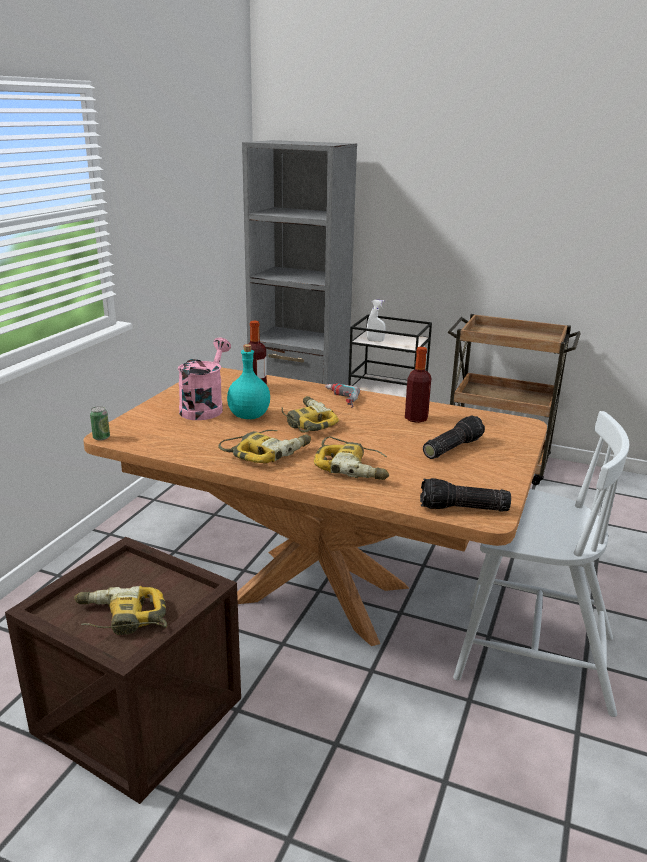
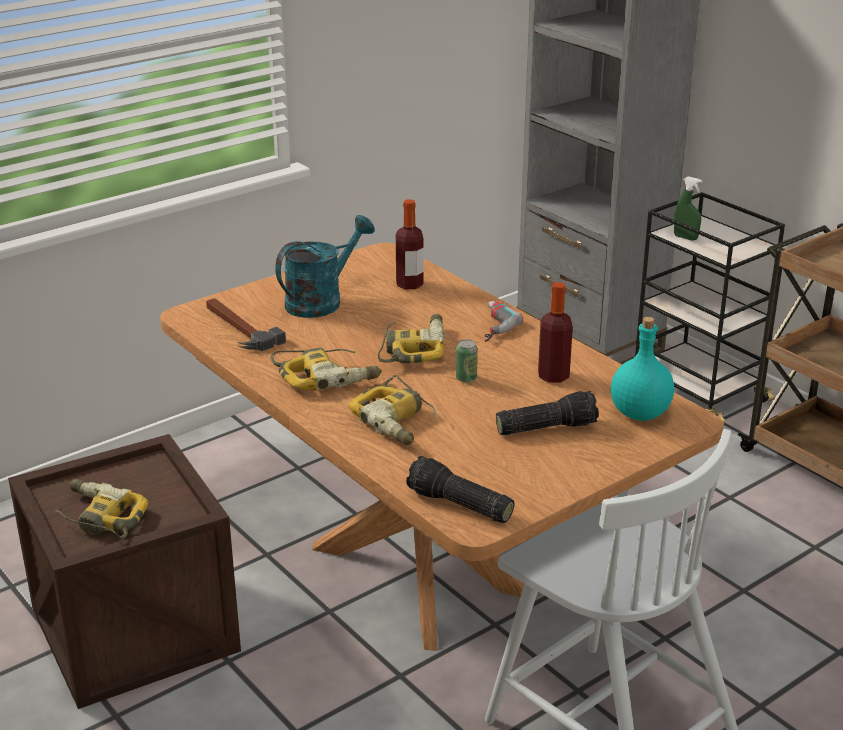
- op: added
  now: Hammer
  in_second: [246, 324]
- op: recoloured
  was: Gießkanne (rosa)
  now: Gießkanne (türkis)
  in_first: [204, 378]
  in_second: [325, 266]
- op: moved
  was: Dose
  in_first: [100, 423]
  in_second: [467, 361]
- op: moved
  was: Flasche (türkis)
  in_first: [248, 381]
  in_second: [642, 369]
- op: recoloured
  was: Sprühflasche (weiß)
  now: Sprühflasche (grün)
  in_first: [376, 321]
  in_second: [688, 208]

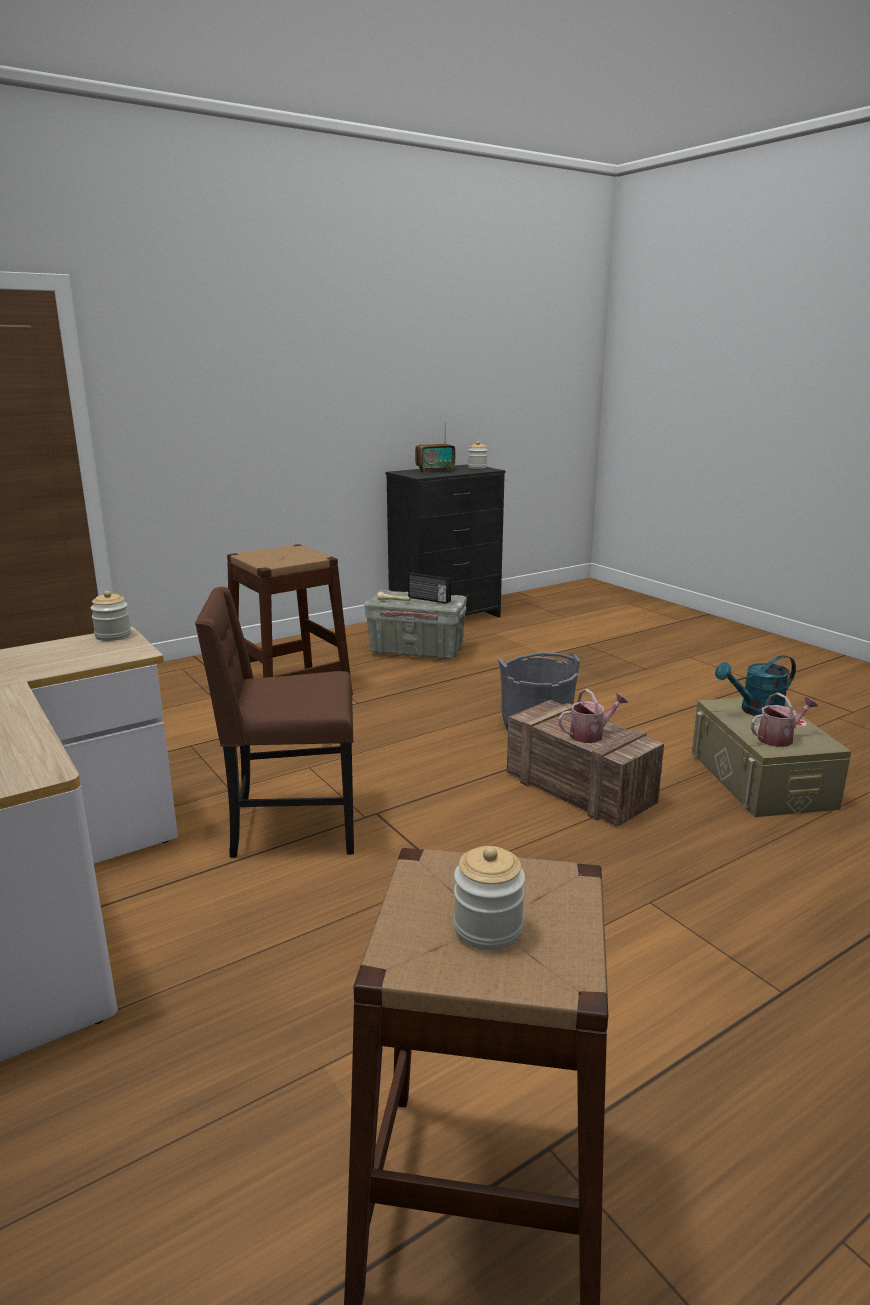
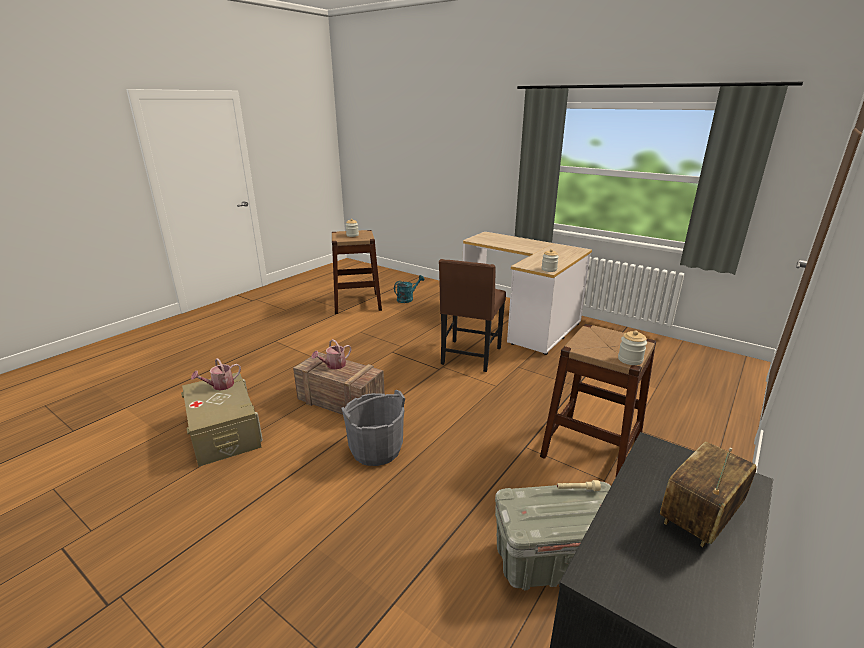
- op: moved
  was: Gießkanne (türkis)
  in_first: [755, 685]
  in_second: [409, 289]
- op: turned
  was: Stuhl (braun)
  in_first: [274, 722]
  in_second: [472, 315]
  clockwise: 135
- op: moved
  was: Vorratsglas
  in_first: [477, 455]
  in_second: [632, 347]
- op: removed
  was: Radio
  in_first: [429, 588]

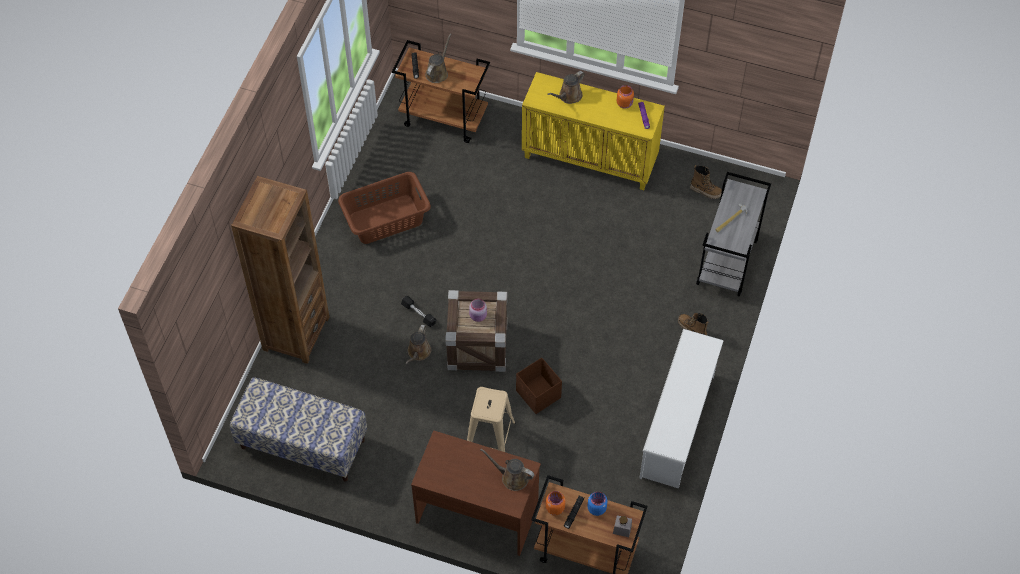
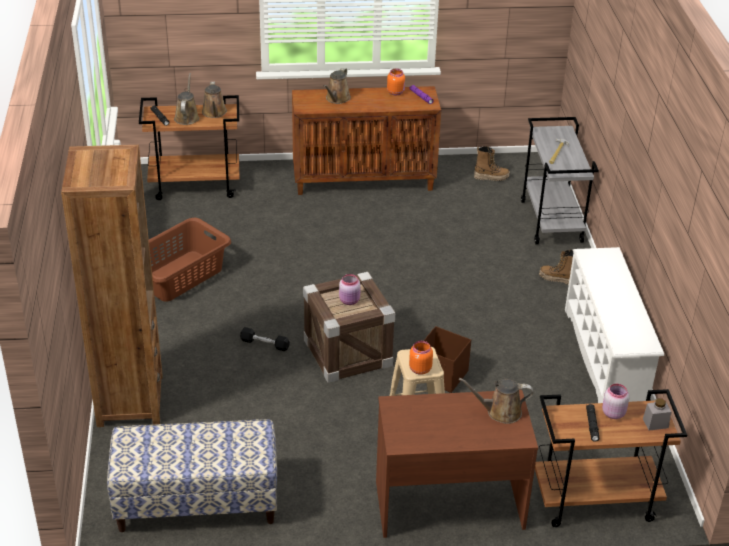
- op: moved
  was: Gießkanne (braun)
  in_first: [418, 344]
  in_second: [214, 99]
- op: recoloured
  was: Schrank (gelb)
  now: Schrank (braun)
  in_first: [593, 131]
  in_second: [366, 140]
- op: moved
  was: Vorratsglas (orange)
  in_first: [555, 503]
  in_second: [421, 358]
- op: recoloured
  was: Vorratsglas (blau)
  now: Vorratsglas (rosa)
  in_first: [597, 504]
  in_second: [615, 401]

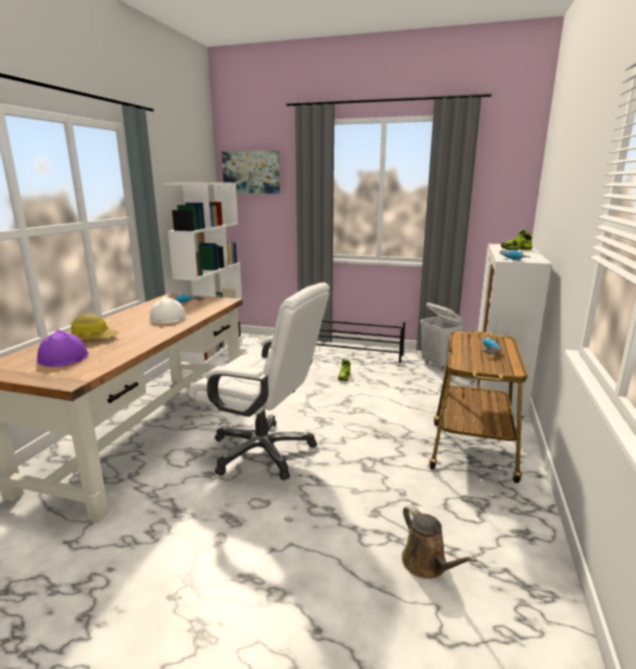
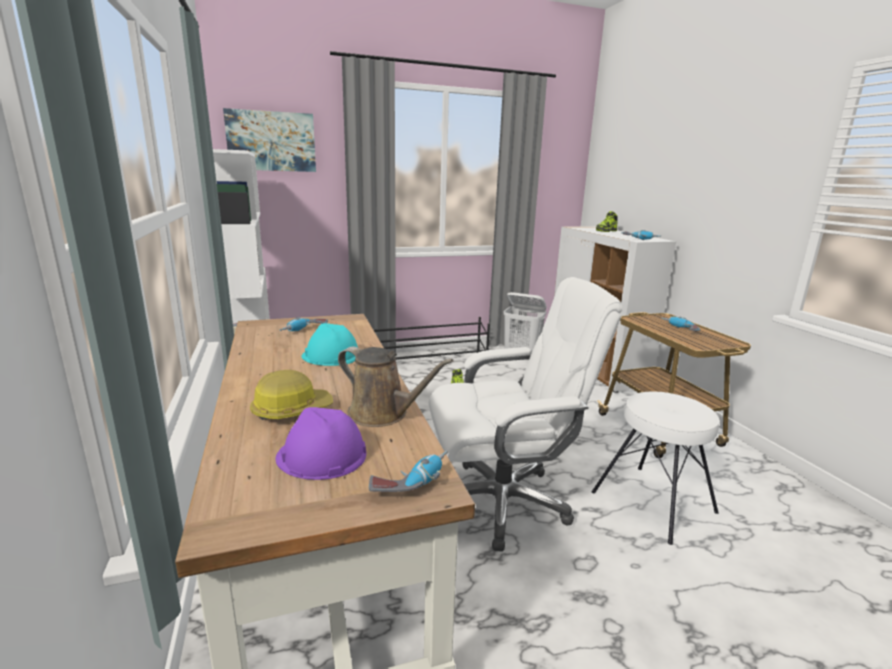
- op: recoloured
  was: Schutzhelm (weiß)
  now: Schutzhelm (türkis)
  in_first: [168, 310]
  in_second: [329, 344]
- op: moved
  was: Gießkanne (braun)
  in_first: [439, 542]
  in_second: [396, 386]
- op: added
  now: Bohrmaschine
  in_second: [408, 471]
- op: added
  now: Hocker (weiß)
  in_second: [656, 468]

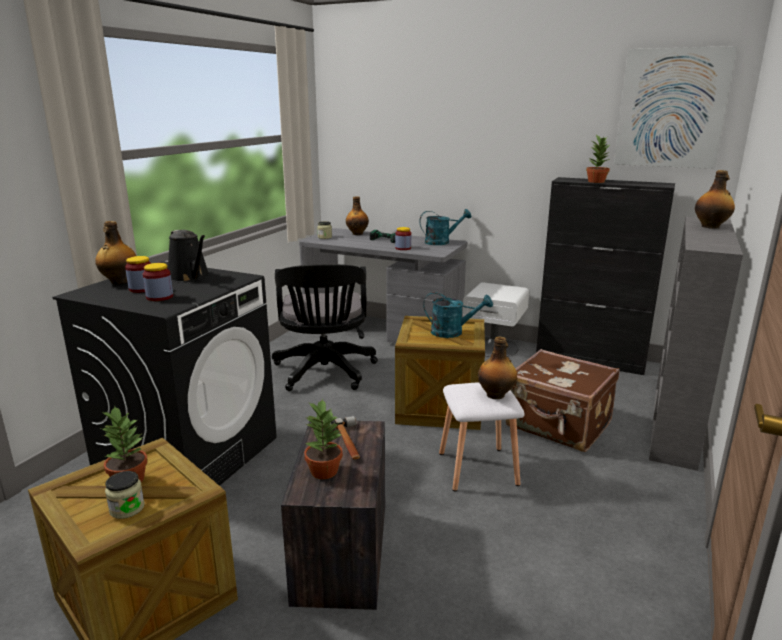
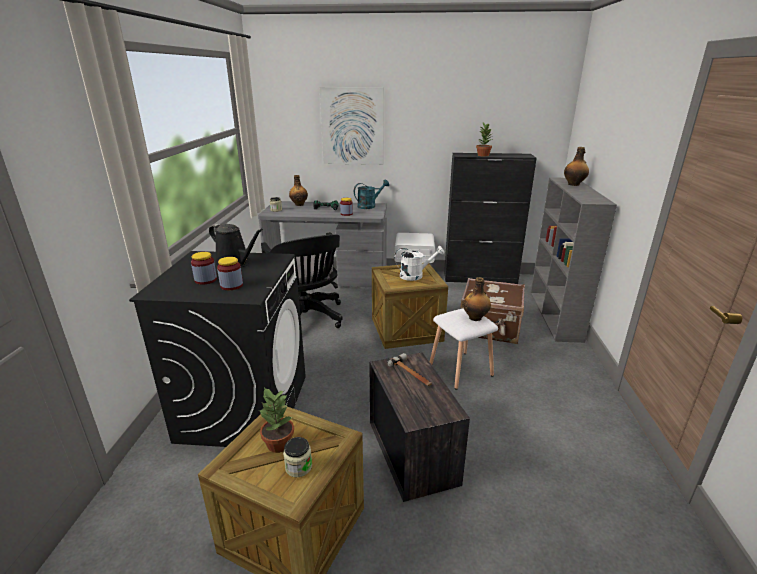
- op: moved
  was: Bild
  in_first: [675, 107]
  in_second: [352, 126]
- op: recoloured
  was: Gießkanne (türkis)
  now: Gießkanne (weiß)
  in_first: [458, 315]
  in_second: [419, 263]
- op: removed
  was: Flasche
  in_first: [115, 252]
- op: removed
  was: Topfpflanze
  in_first: [323, 438]

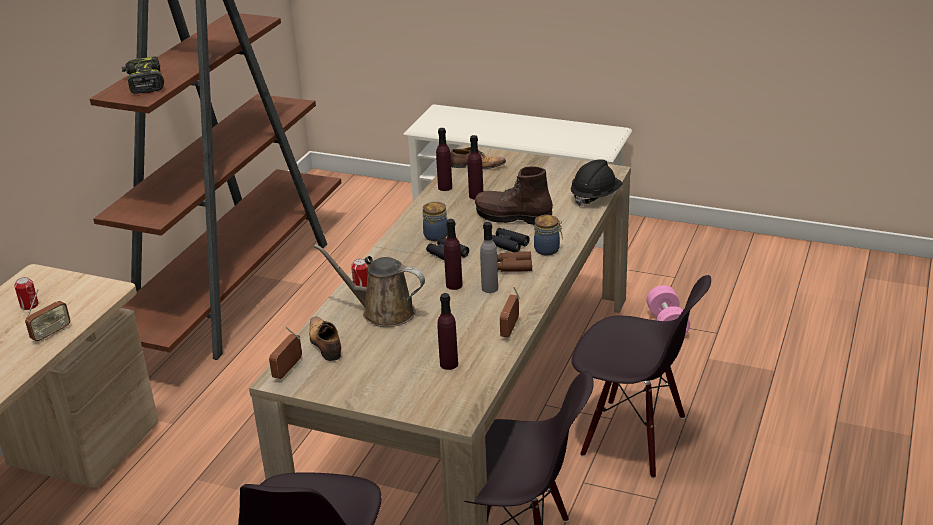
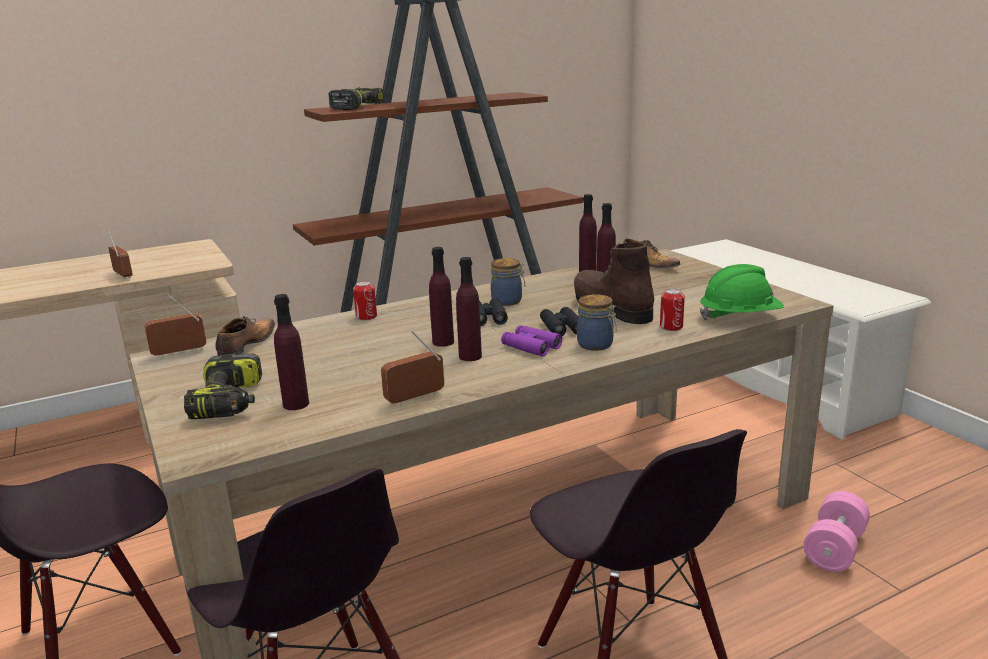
- op: turned
  was: Radio
  in_first: [48, 315]
  in_second: [120, 254]
  clockwise: -120
- op: added
  now: Bohrmaschine
  in_second: [223, 386]
- op: recoloured
  was: Flasche (grau)
  now: Flasche (lila)
  in_first: [489, 257]
  in_second: [469, 309]
- op: recoloured
  was: Fernglas (braun)
  now: Fernglas (lila)
  in_first: [514, 261]
  in_second: [531, 341]
- op: moved
  was: Dose
  in_first: [26, 293]
  in_second: [672, 310]
- op: recoloured
  was: Schutzhelm (schwarz)
  now: Schutzhelm (grün)
  in_first: [597, 182]
  in_second: [742, 292]
- op: removed
  was: Gießkanne (braun)
  in_first: [369, 285]

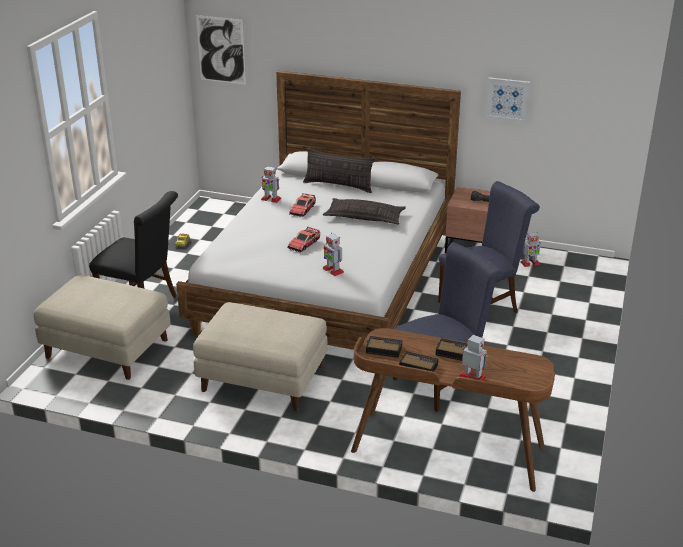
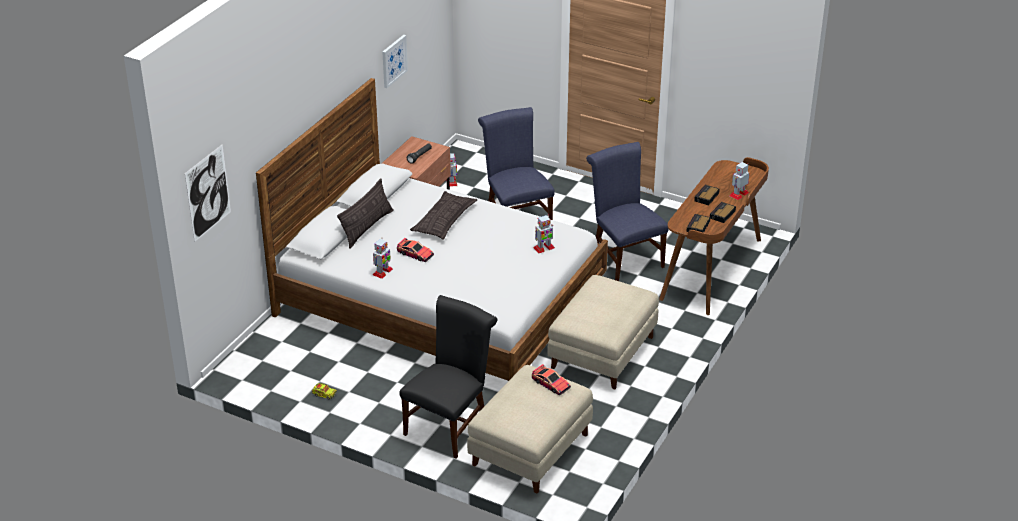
- op: moved
  was: Spielzeugauto
  in_first: [303, 239]
  in_second: [551, 379]

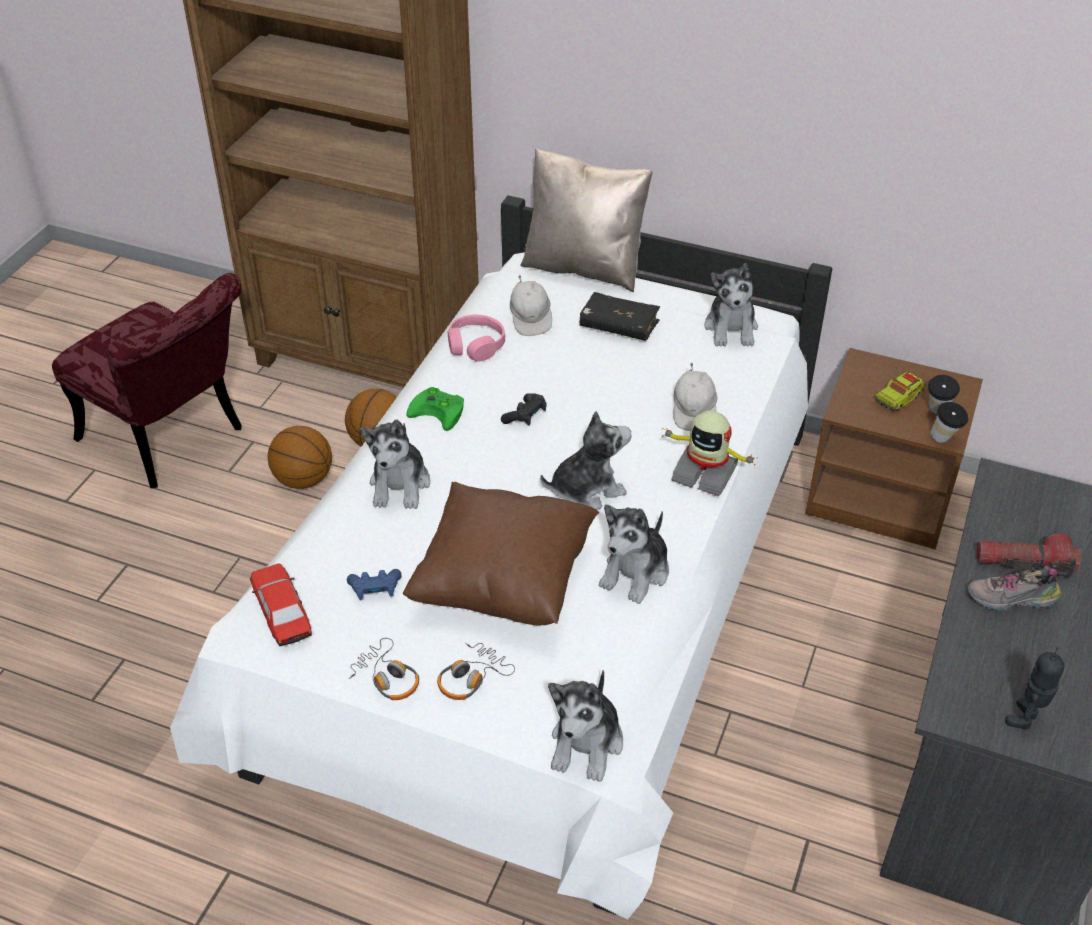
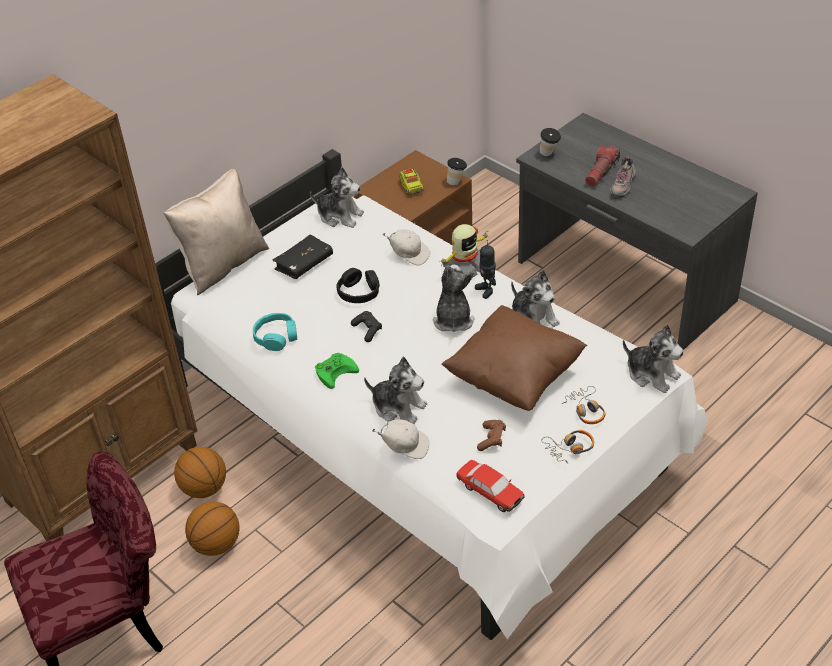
- op: recoloured
  was: Kopfhörer (rosa)
  now: Kopfhörer (türkis)
  in_first: [476, 338]
  in_second: [275, 332]
- op: added
  now: Kopfhörer (schwarz)
  in_second: [358, 285]
- op: moved
  was: Kappe (weiß)
  in_first: [531, 306]
  in_second: [400, 439]
- op: turned
  was: Spielzeugauto
  in_first: [281, 604]
  in_second: [490, 486]
  clockwise: -135
- op: moved
  was: Spielzeugroboter
  in_first: [1034, 688]
  in_second: [485, 269]
- op: recoloured
  was: Gamepad (blau)
  now: Gamepad (braun)
  in_first: [374, 584]
  in_second: [491, 435]
- op: moved
  was: Tasse
  in_first: [944, 394]
  in_second: [550, 142]

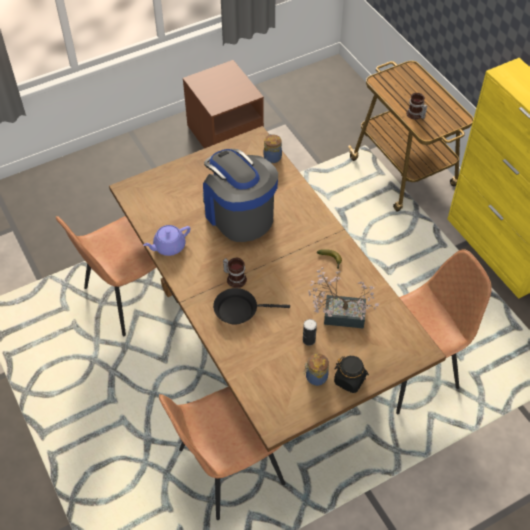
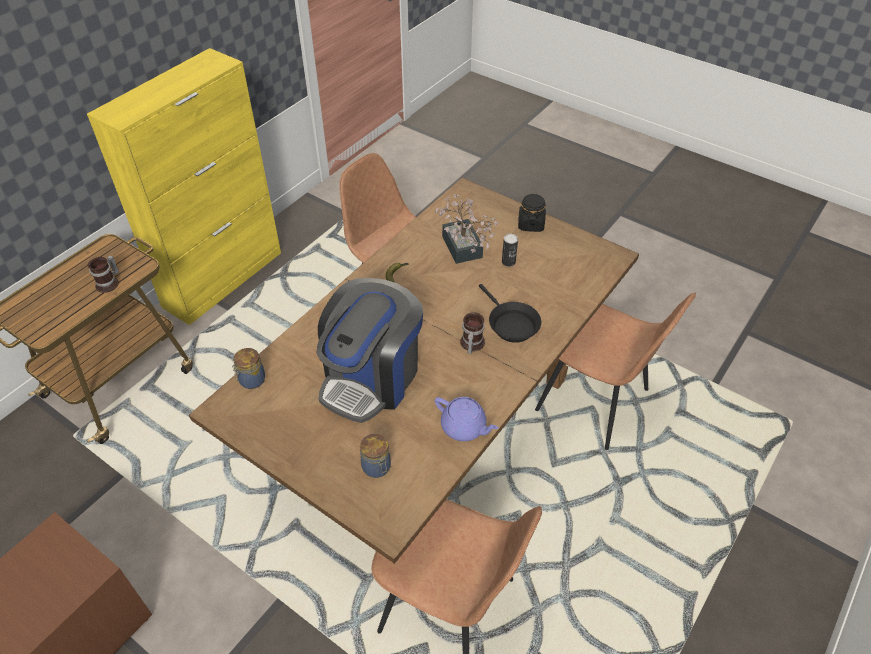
- op: moved
  was: Vorratsglas
  in_first: [316, 370]
  in_second: [375, 456]

